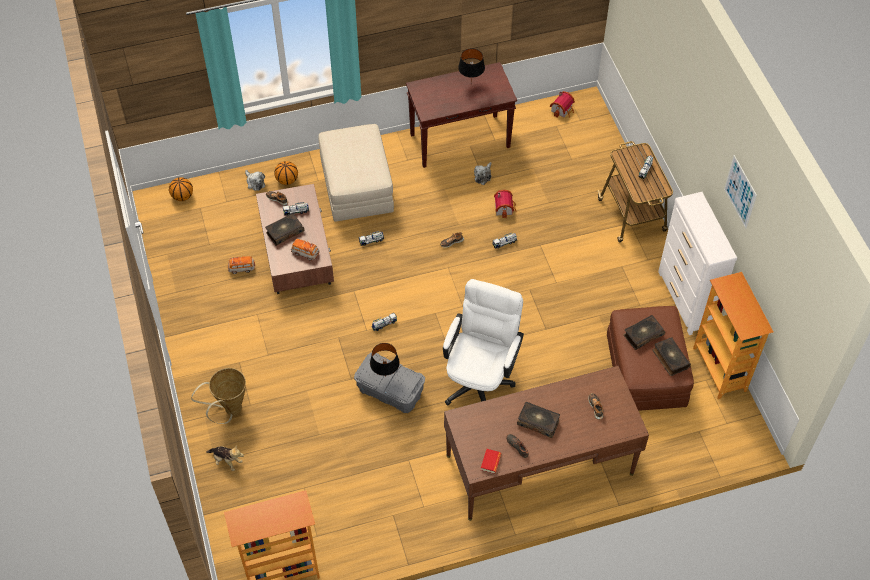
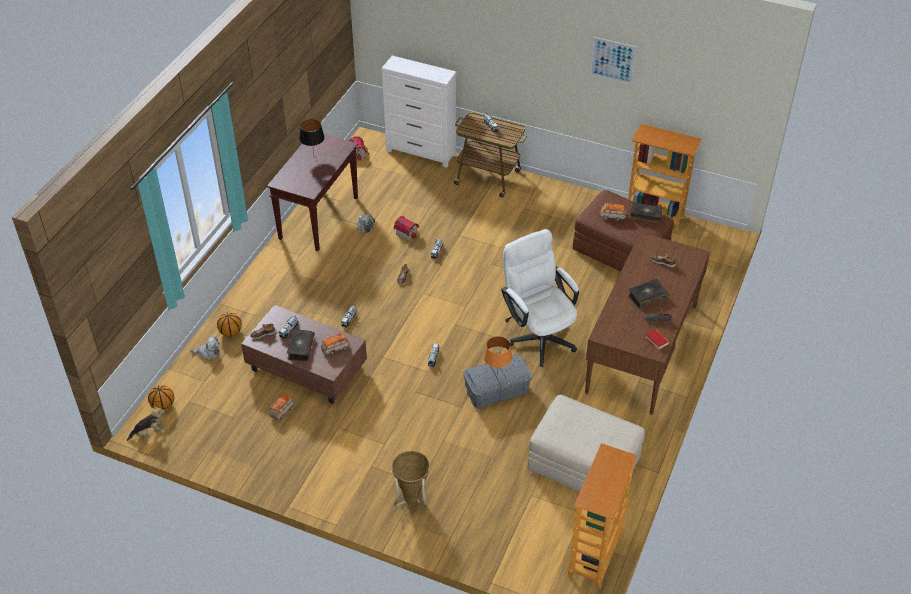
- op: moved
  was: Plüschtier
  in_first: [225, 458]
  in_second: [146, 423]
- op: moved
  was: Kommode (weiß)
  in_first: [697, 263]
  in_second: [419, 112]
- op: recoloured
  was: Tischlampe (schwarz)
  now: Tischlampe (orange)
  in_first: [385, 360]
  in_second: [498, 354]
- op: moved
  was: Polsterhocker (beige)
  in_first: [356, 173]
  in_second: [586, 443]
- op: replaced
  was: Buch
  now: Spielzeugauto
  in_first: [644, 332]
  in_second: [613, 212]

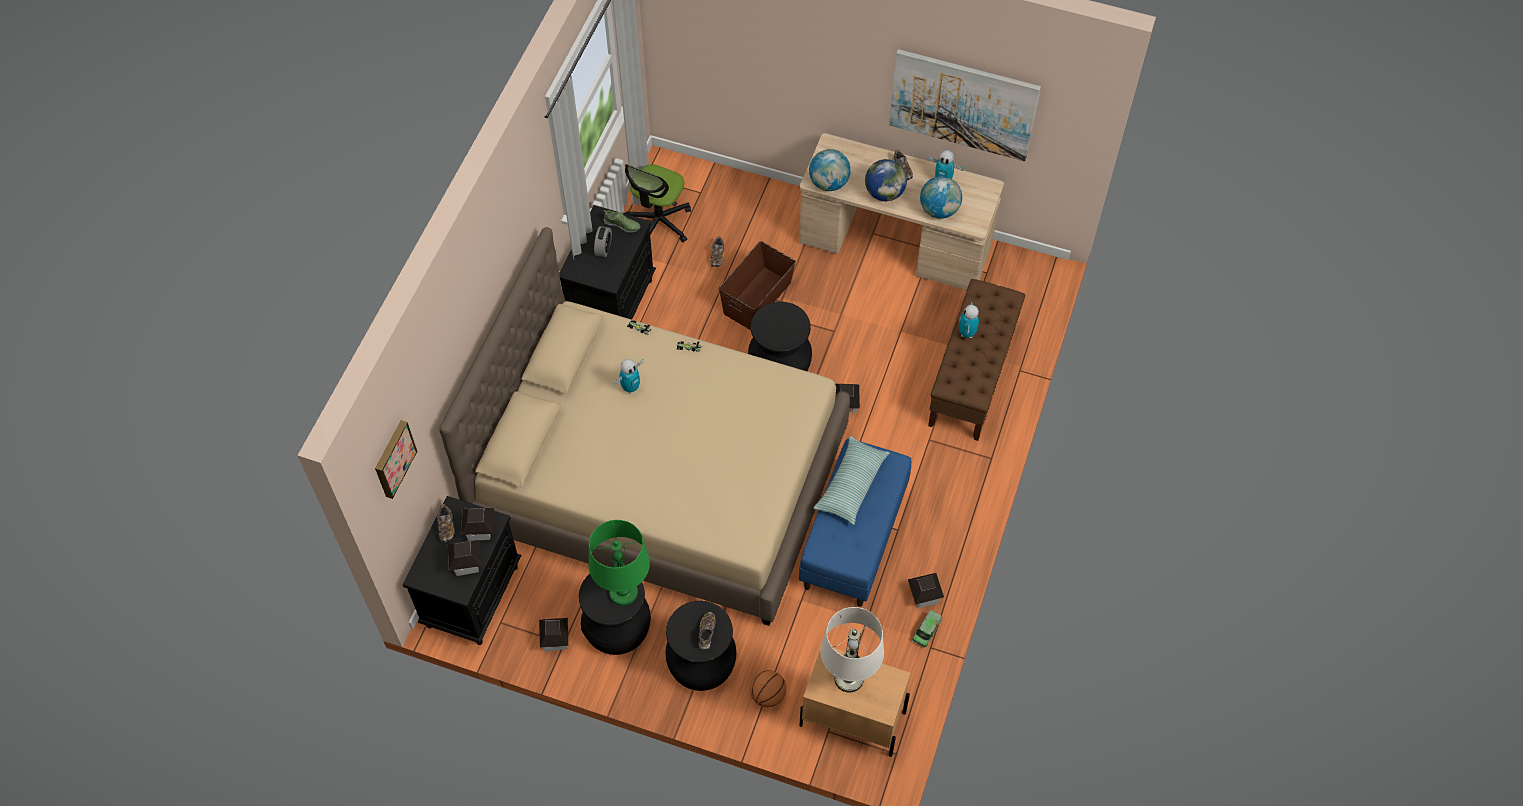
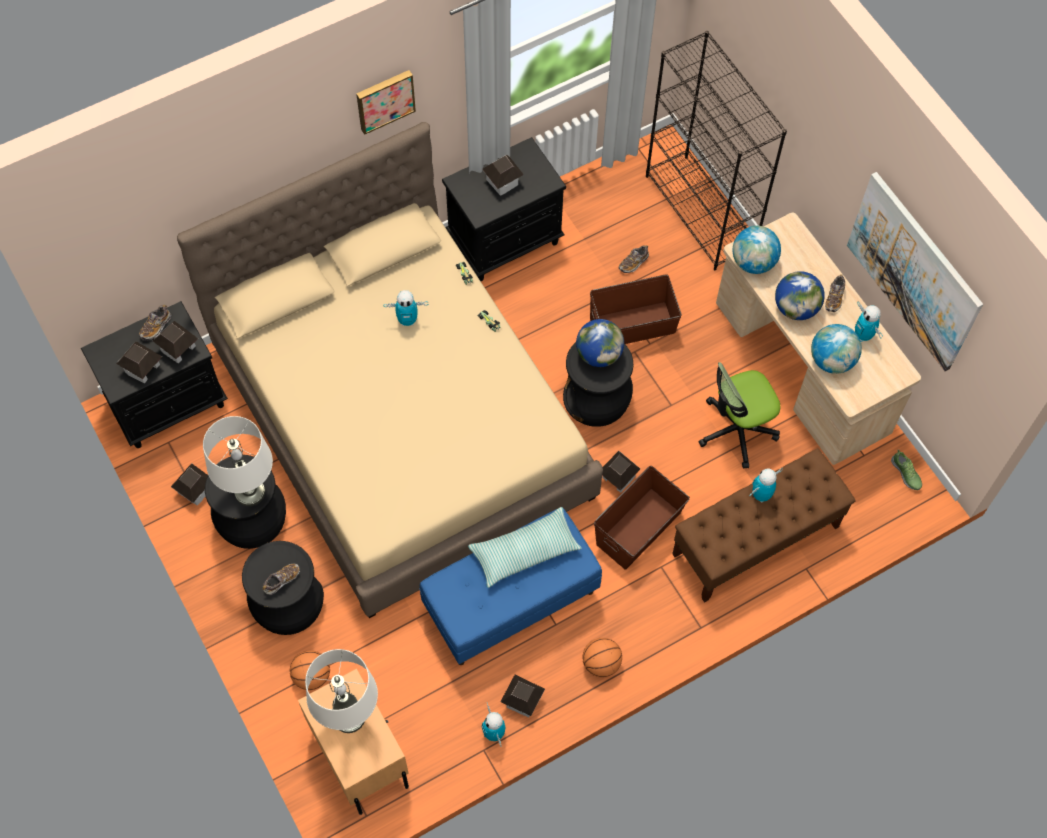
- op: recoloured
  was: Tischlampe (grün)
  now: Tischlampe (weiß)
  in_first: [619, 563]
  in_second: [238, 461]
- op: moved
  was: Bild
  in_first: [396, 459]
  in_second: [386, 102]
- op: replaced
  was: Wecker
  now: Spielzeughaus
  in_first: [603, 241]
  in_second: [503, 175]
- op: replaced
  was: Spielzeuglaster
  now: Spielzeugroboter
  in_first: [927, 629]
  in_second: [494, 725]
- op: added
  now: Globus
  in_second: [600, 343]
- op: added
  now: Basketball
  in_second: [602, 657]
- op: added
  now: Aufbewahrungsbox (braun)
  in_second: [642, 517]
- op: added
  now: Bücherregal (schwarz)
  in_second: [716, 150]
- op: moved
  was: Bürostuhl
  in_first: [657, 203]
  in_second: [739, 415]
- op: moved
  was: Schuh
  in_first: [622, 221]
  in_second: [906, 470]

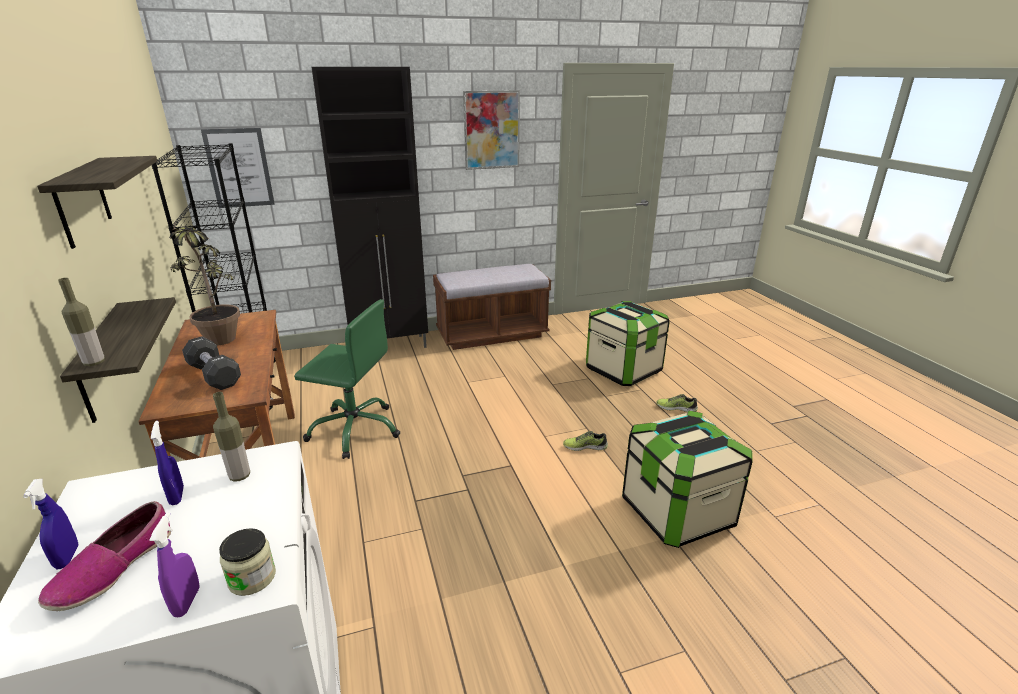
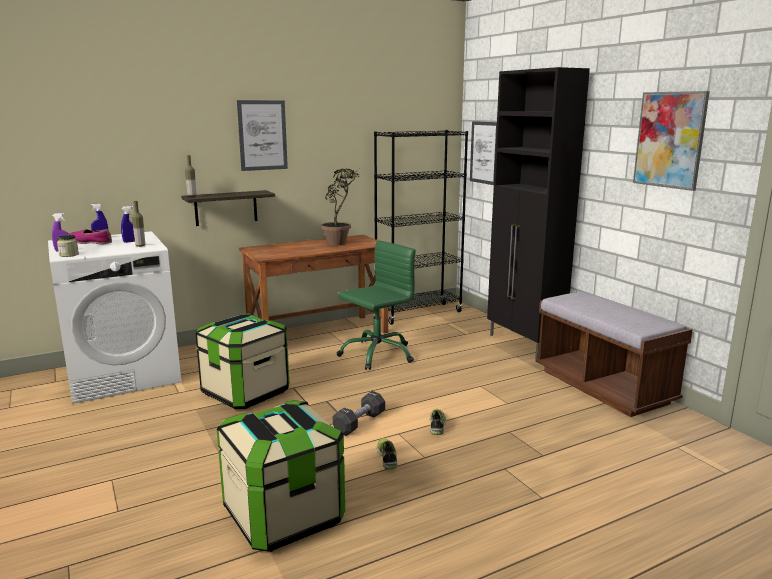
- op: moved
  was: Aufbewahrungsbox
  in_first: [628, 343]
  in_second: [242, 361]
- op: replaced
  was: Wandregal
  now: Bild
  in_first: [97, 202]
  in_second: [262, 135]
- op: moved
  was: Hantel (schwarz)
  in_first: [211, 363]
  in_second: [359, 413]
- op: turned
  was: Bürostuhl (grün)
  in_first: [347, 379]
  in_second: [376, 305]
  clockwise: -135
- op: moved
  was: Schuh
  in_first: [677, 403]
  in_second: [438, 422]

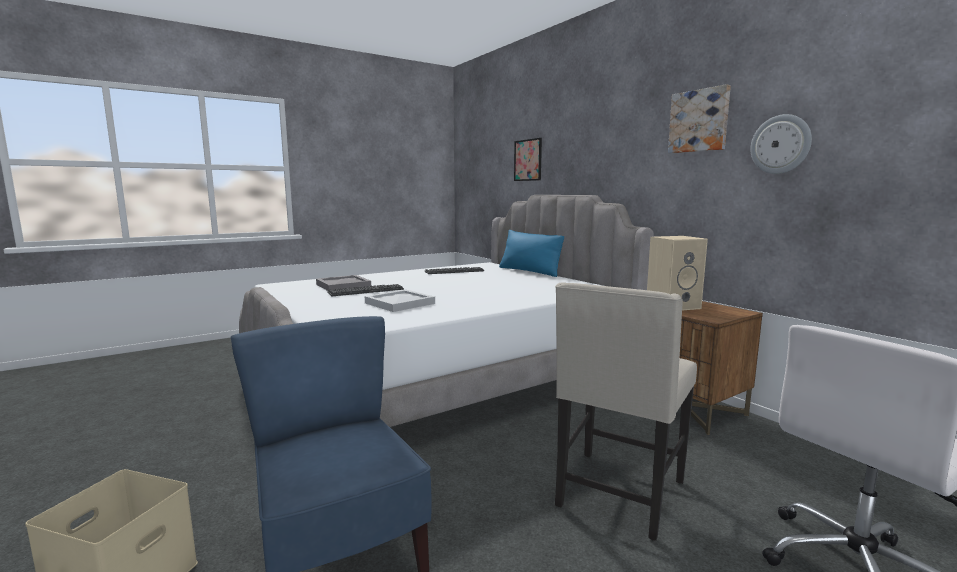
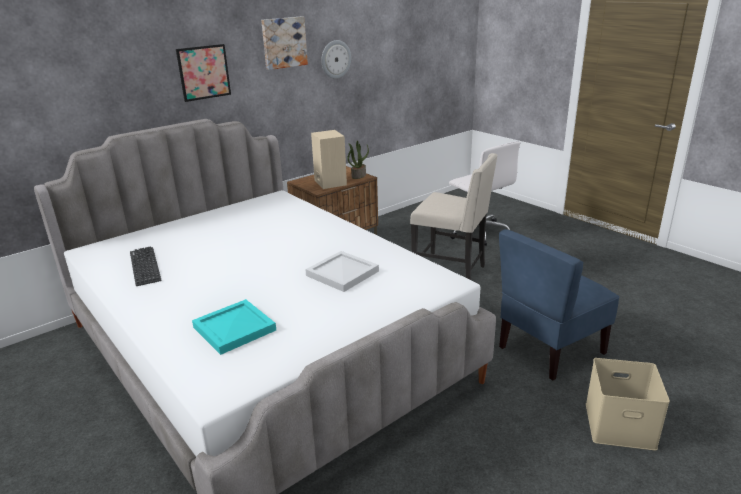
- op: moved
  was: Bild
  in_first: [528, 159]
  in_second: [203, 73]
- op: recoloured
  was: Tablett (grau)
  now: Tablett (türkis)
  in_first: [343, 283]
  in_second: [234, 327]
- op: added
  now: Topfpflanze
  in_second: [358, 160]
- op: removed
  was: Tastatur
  in_first: [365, 290]
- op: removed
  was: Kissen (blau)
  in_first: [531, 253]

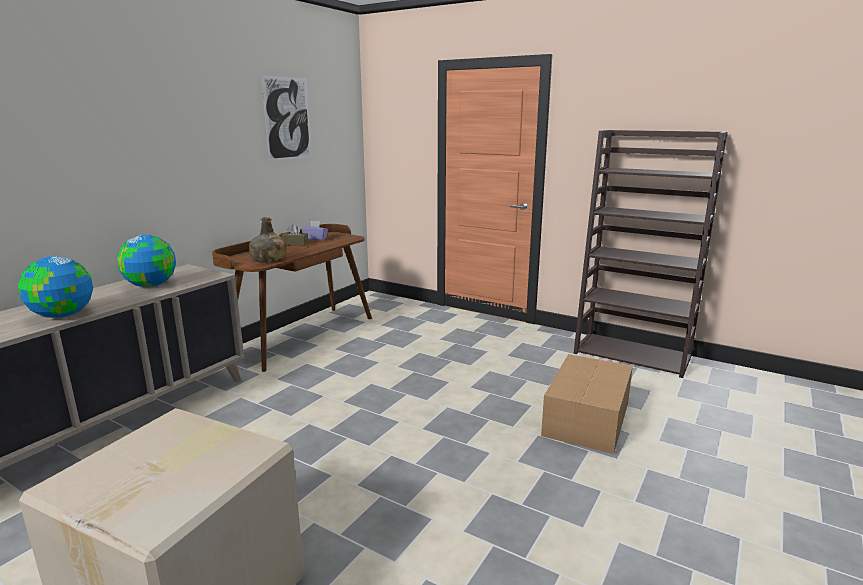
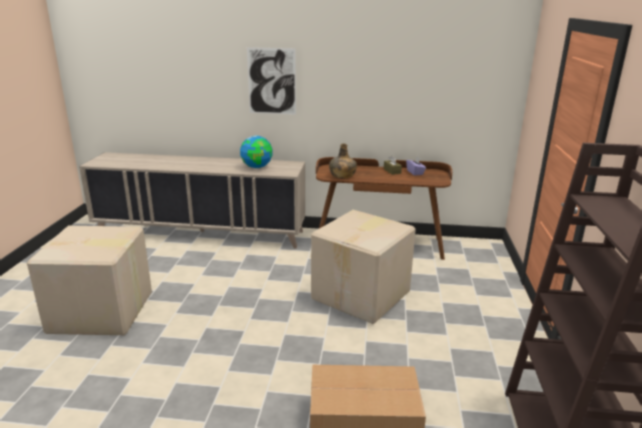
- op: moved
  was: Bild
  in_first: [286, 118]
  in_second: [271, 81]
- op: added
  now: Karton
  in_second: [363, 267]
- op: removed
  was: Globus
  in_first: [55, 287]

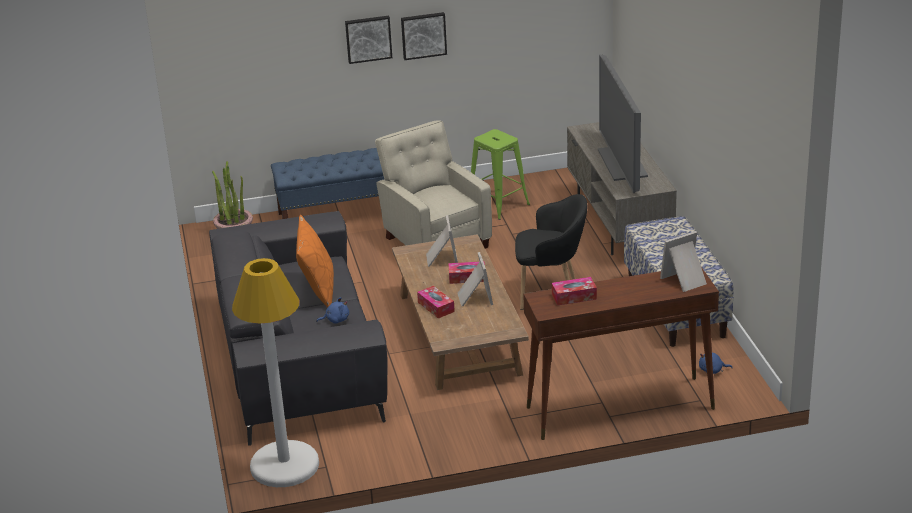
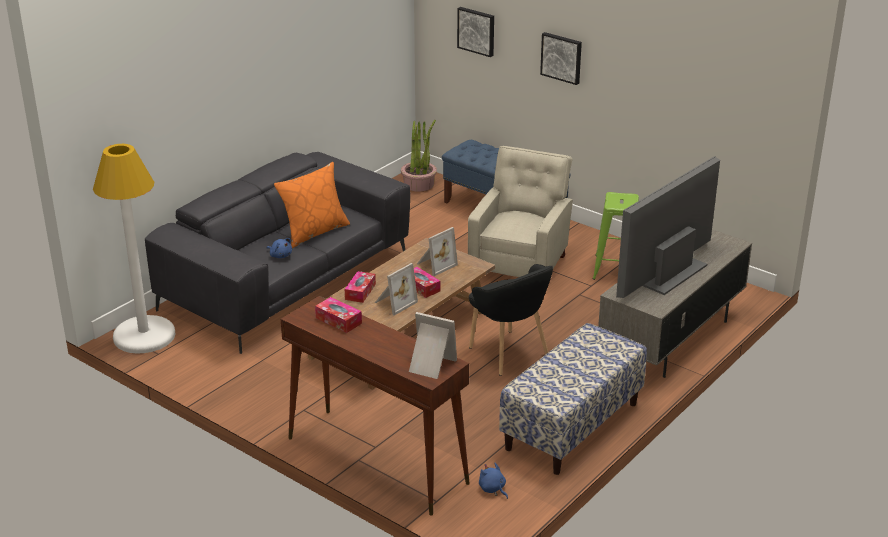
- op: moved
  was: Bild
  in_first: [424, 36]
  in_second: [475, 32]

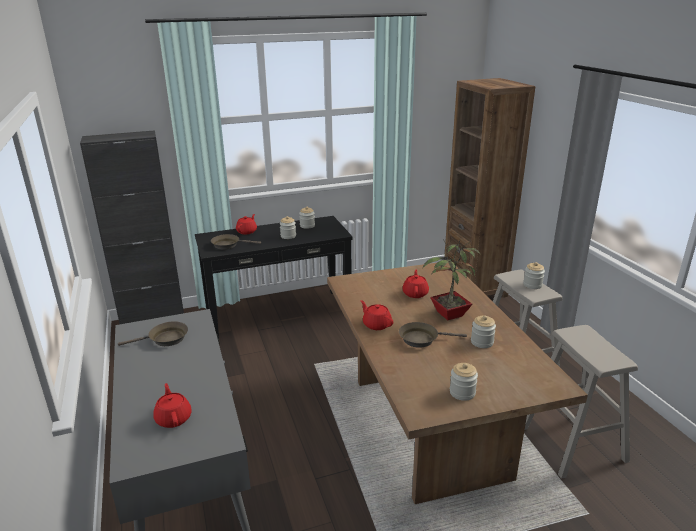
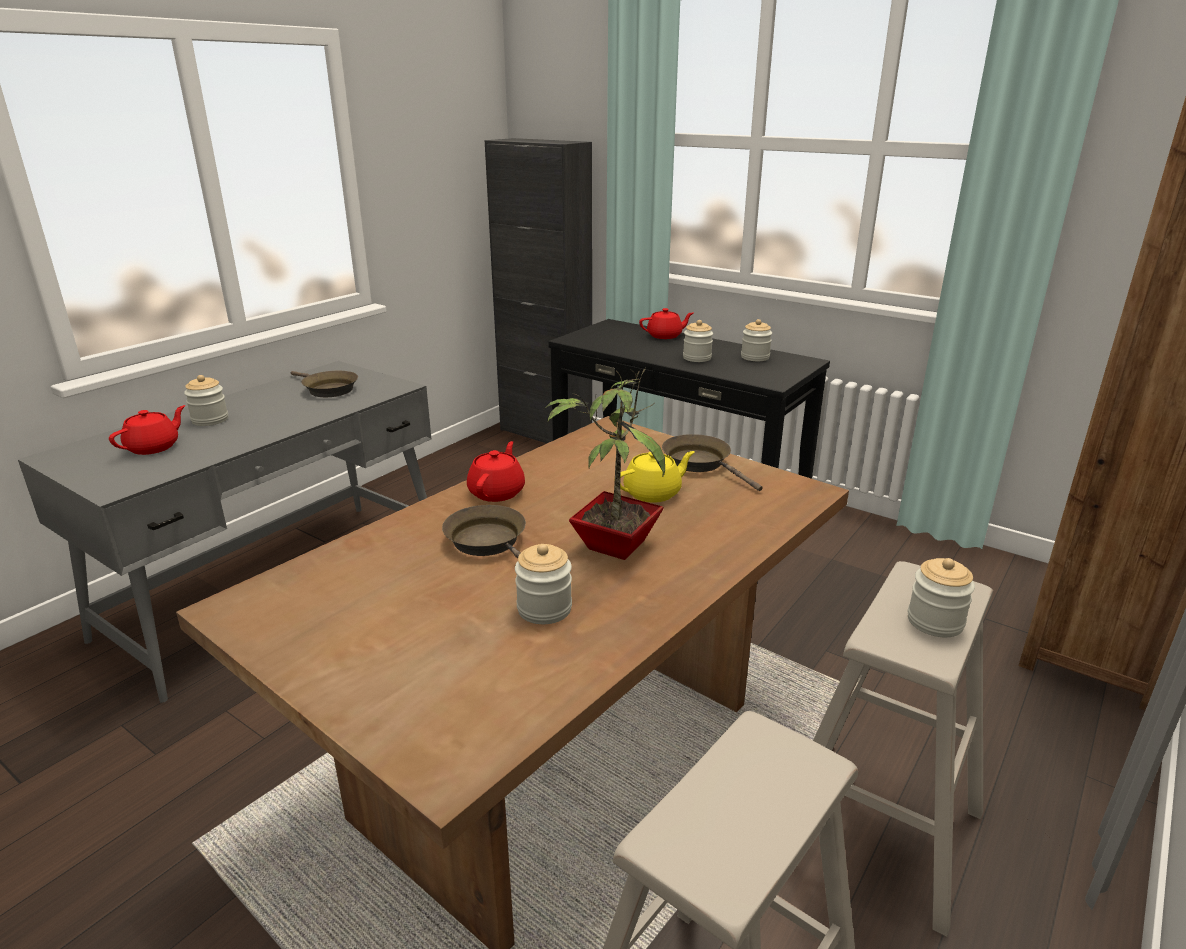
- op: moved
  was: Vorratsglas
  in_first: [464, 382]
  in_second: [206, 400]
- op: recoloured
  was: Teekanne (rot)
  now: Teekanne (gelb)
  in_first: [415, 284]
  in_second: [654, 477]
- op: moved
  was: Pfanne (braun)
  in_first: [236, 241]
  in_second: [712, 462]

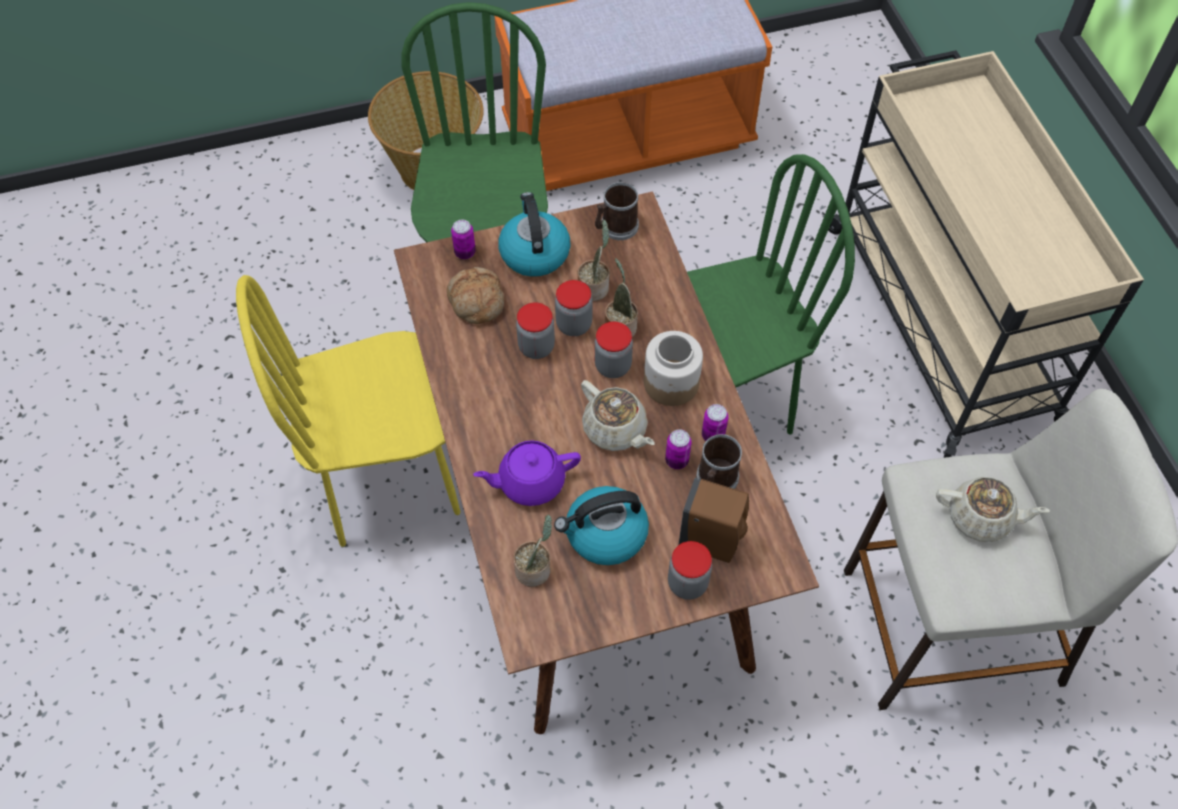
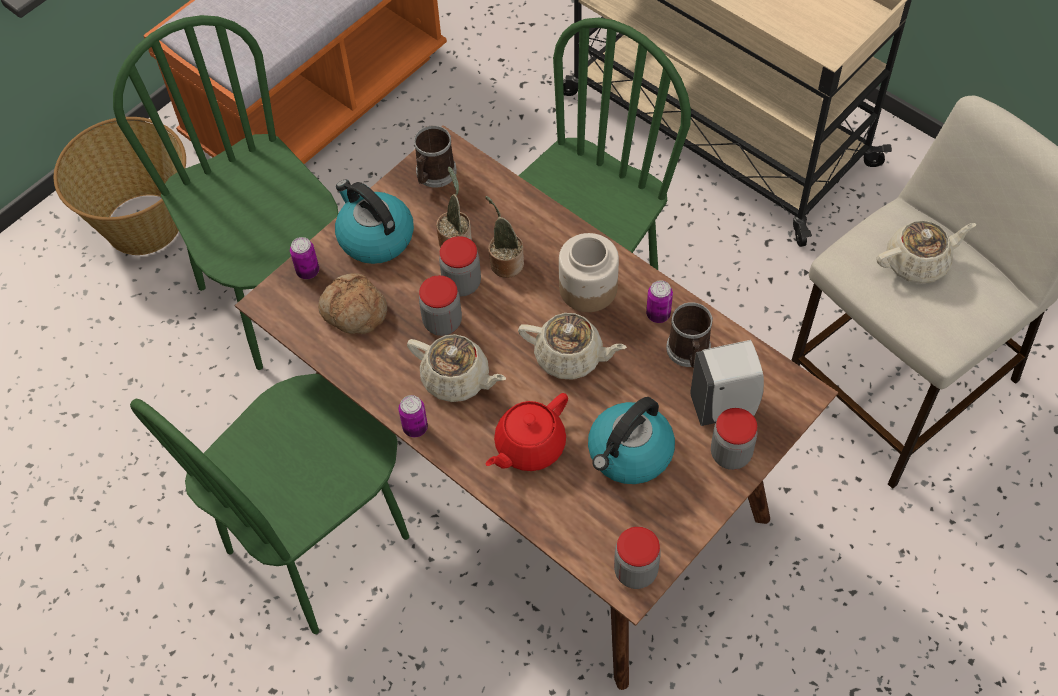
- op: recoloured
  was: Stuhl (gelb)
  now: Stuhl (grün)
  in_first: [348, 411]
  in_second: [269, 504]
- op: moved
  was: Dose
  in_first: [678, 449]
  in_second: [413, 416]
- op: added
  now: Teekanne (beige)
  in_second: [456, 368]
- op: recoloured
  was: Teekanne (lila)
  now: Teekanne (rot)
  in_first: [527, 473]
  in_second: [527, 432]
- op: moved
  was: Vorratsglas
  in_first: [614, 350]
  in_second: [637, 558]
- op: recoloured
  was: Seifenspender (braun)
  now: Seifenspender (weiß)
  in_first: [713, 520]
  in_second: [727, 383]
- op: removed
  was: Topfpflanze
  in_first: [532, 550]

